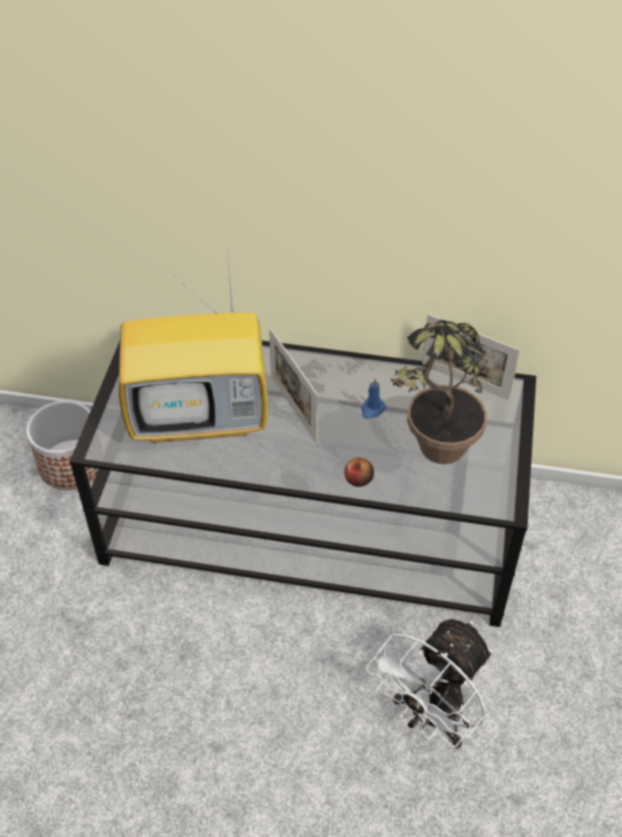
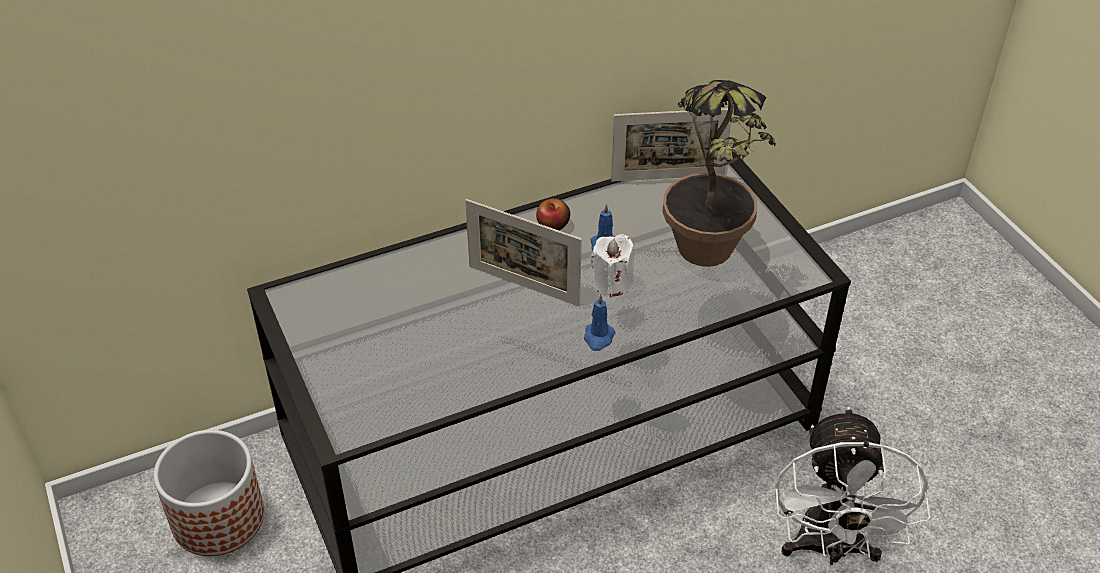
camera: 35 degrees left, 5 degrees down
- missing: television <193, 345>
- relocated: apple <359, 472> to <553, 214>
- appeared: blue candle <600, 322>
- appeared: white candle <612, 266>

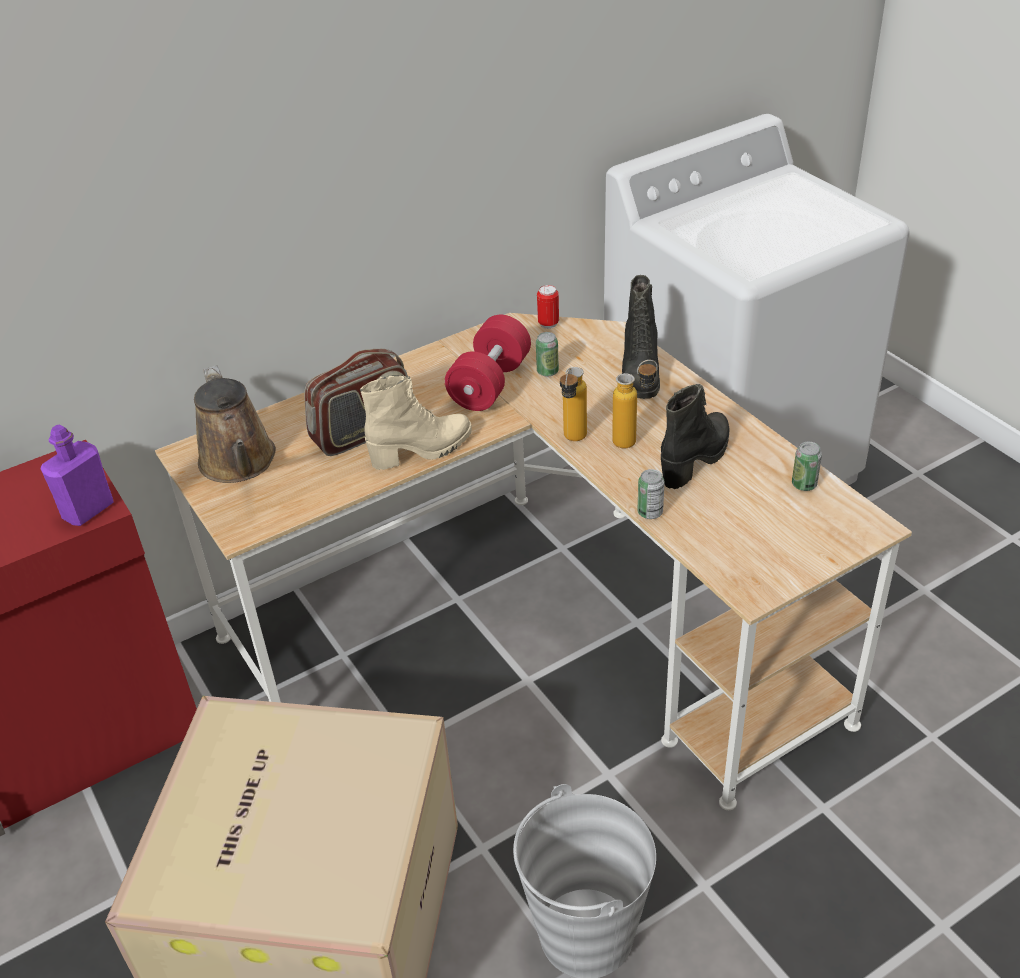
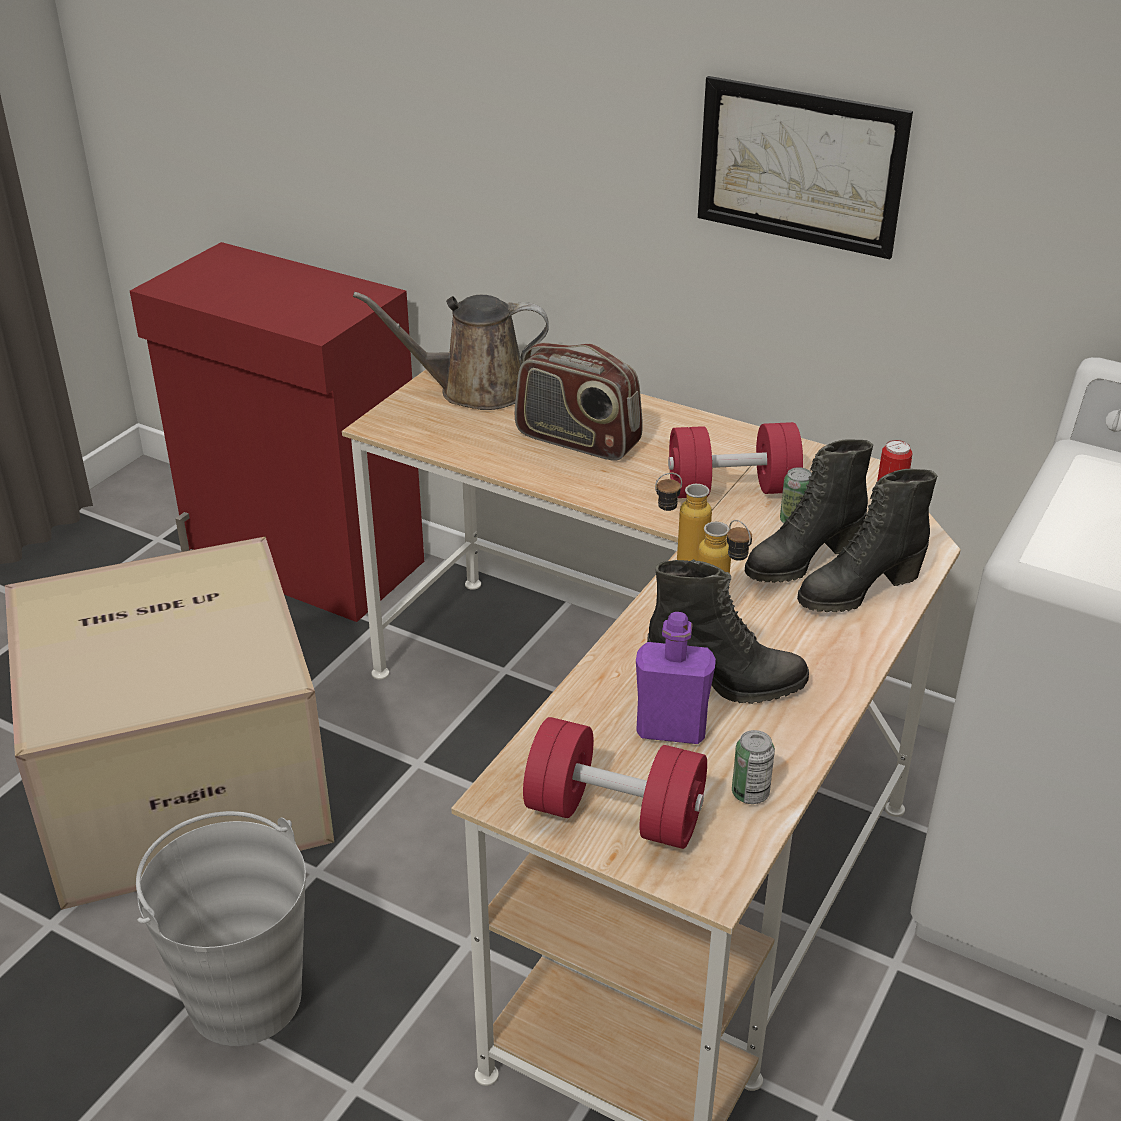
camera: 60 degrees right, 5 degrees down
- relocated: purple bottle <77, 475> to <676, 678>
- spun: brown watering can <235, 424> = <451, 351> 45 degrees clockwise
- missing: beige boot <416, 422>
- missing: can <651, 494>
- appeared: red dumbbell <615, 783>
- appeared: picture <805, 167>
- appeared: black boot <809, 511>

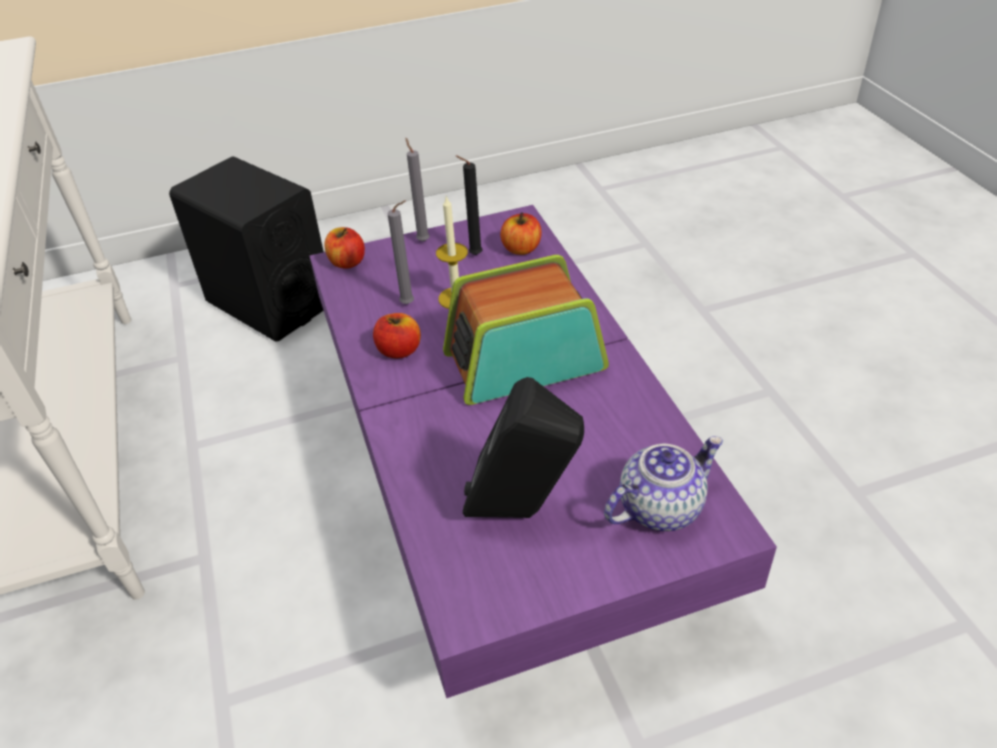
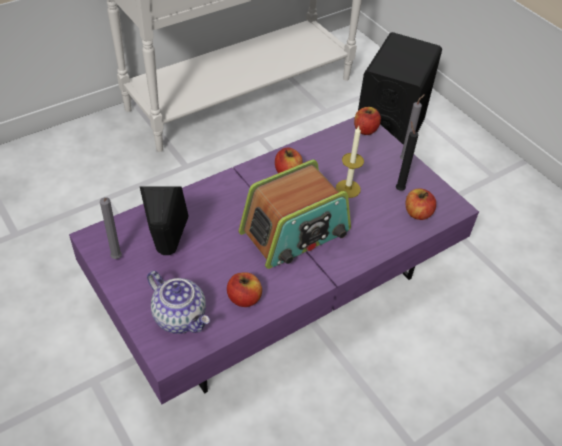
camera: 70 degrees right, 5 degrees up
- relocated: grey candle <400, 252> to <111, 228>
- spun: radio <526, 330> = <295, 214> 90 degrees clockwise
- appeared: apple <244, 290>

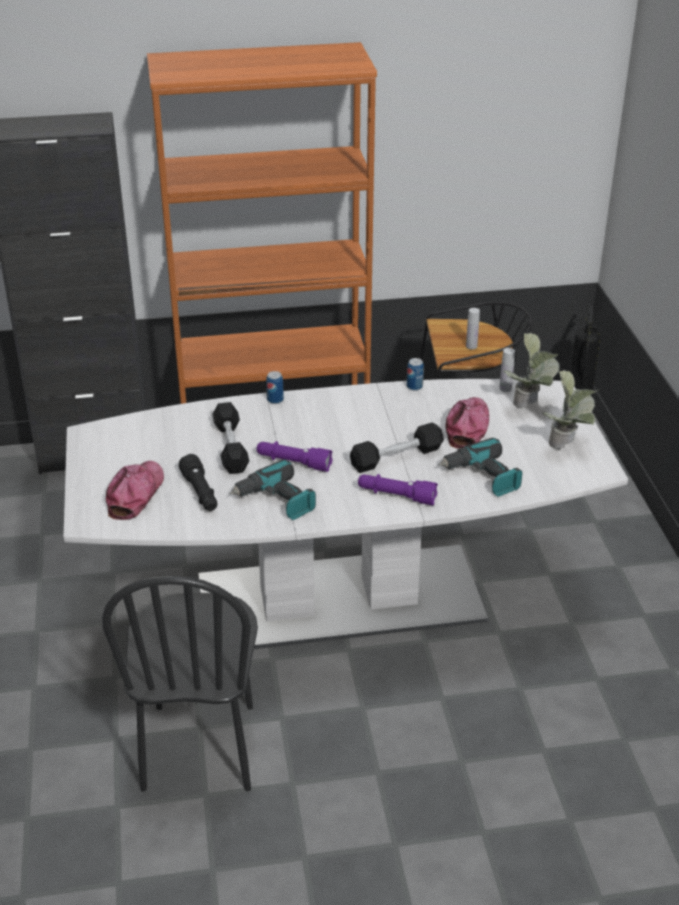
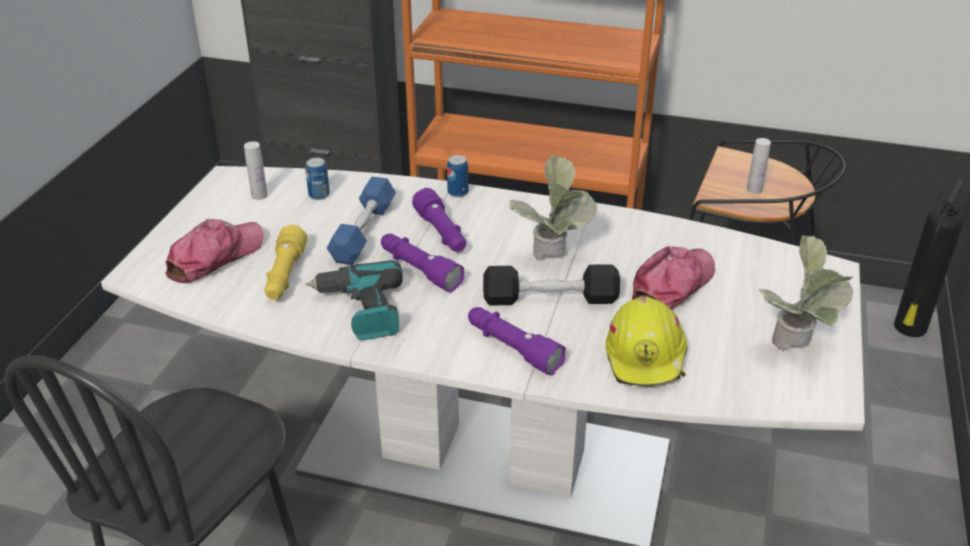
camera: 25 degrees right, 0 degrees up
- colour: black flashlight <198, 482> to yellow flashlight <285, 262>
- colour: black dumbbell <230, 438> to blue dumbbell <361, 221>
- relocated: can <415, 374> to <318, 179>
- exchanged: power drill <480, 467> to yellow hard hat <646, 341>
- relocated: white bottle <507, 370> to <256, 170>
- relocated: potted plant <531, 371> to <553, 207>
- appeared: purple flashlight <439, 220>

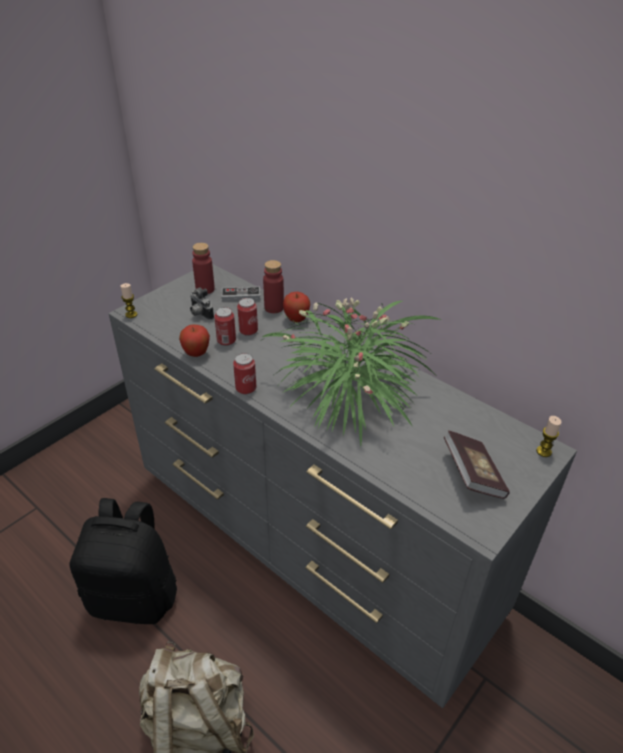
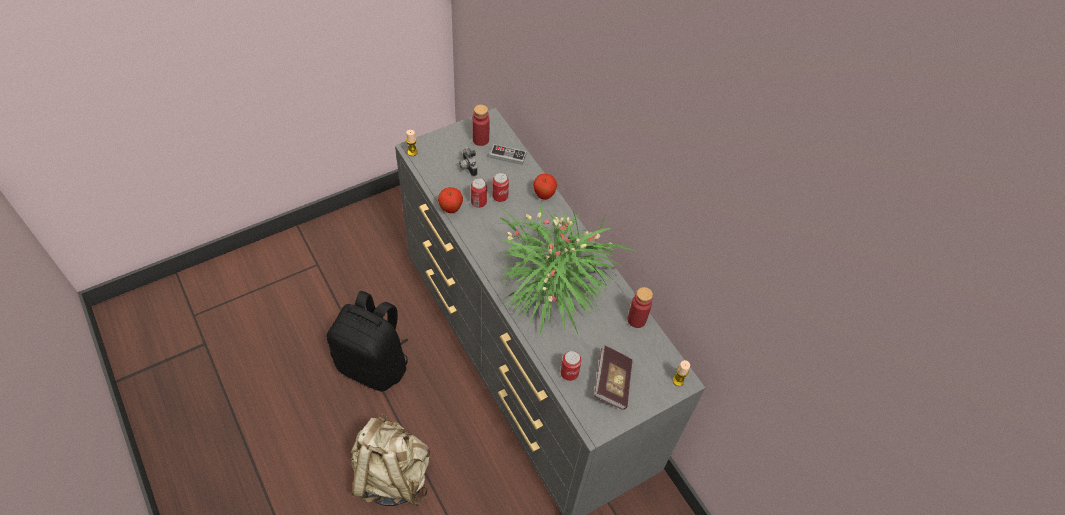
camera: 15 degrees right, 15 degrees up
- relocated: can <244, 373> to <571, 366>
- relocated: red bottle <273, 286> to <640, 307>

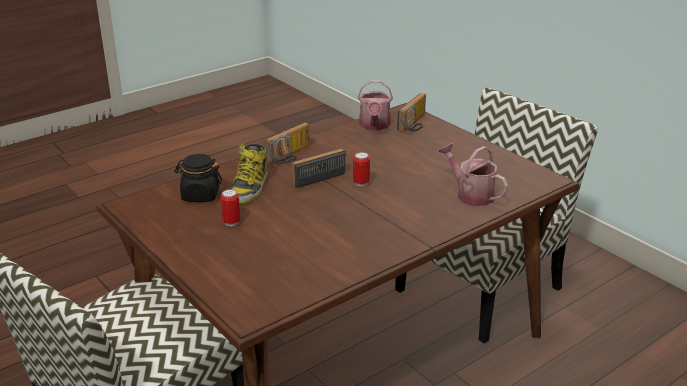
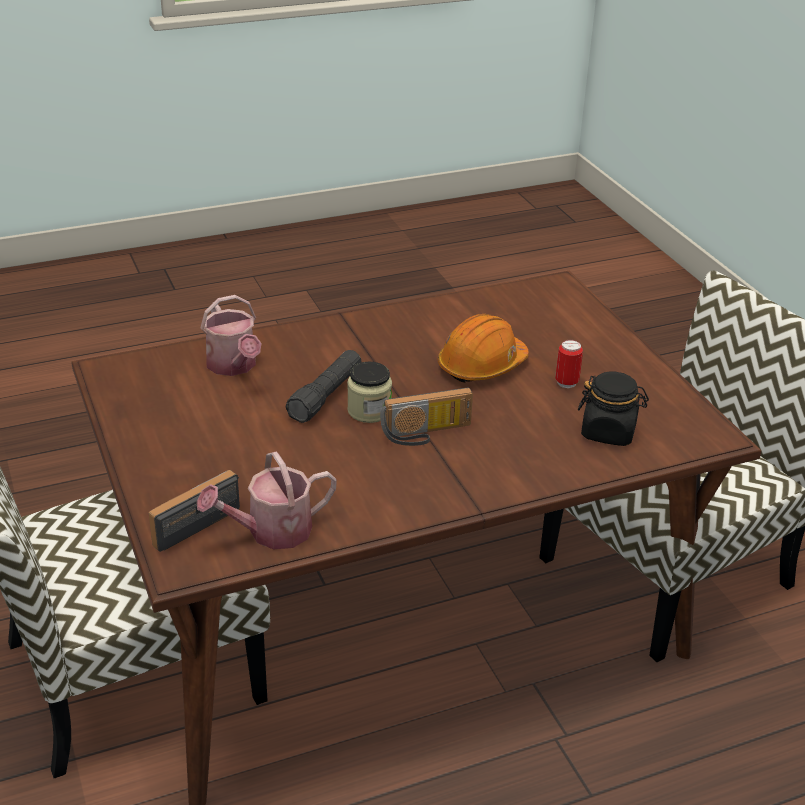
camera: 165 degrees left, 5 degrees up
- missing: boot <249, 174>
- missing: radio <288, 143>
- exchanged: can <361, 169> to jar <369, 392>
- spun: watering can <375, 105> = <267, 500> 135 degrees counterclockwise
- appeared: black flashlight <324, 386>
- appeared: orange hard hat <483, 348>

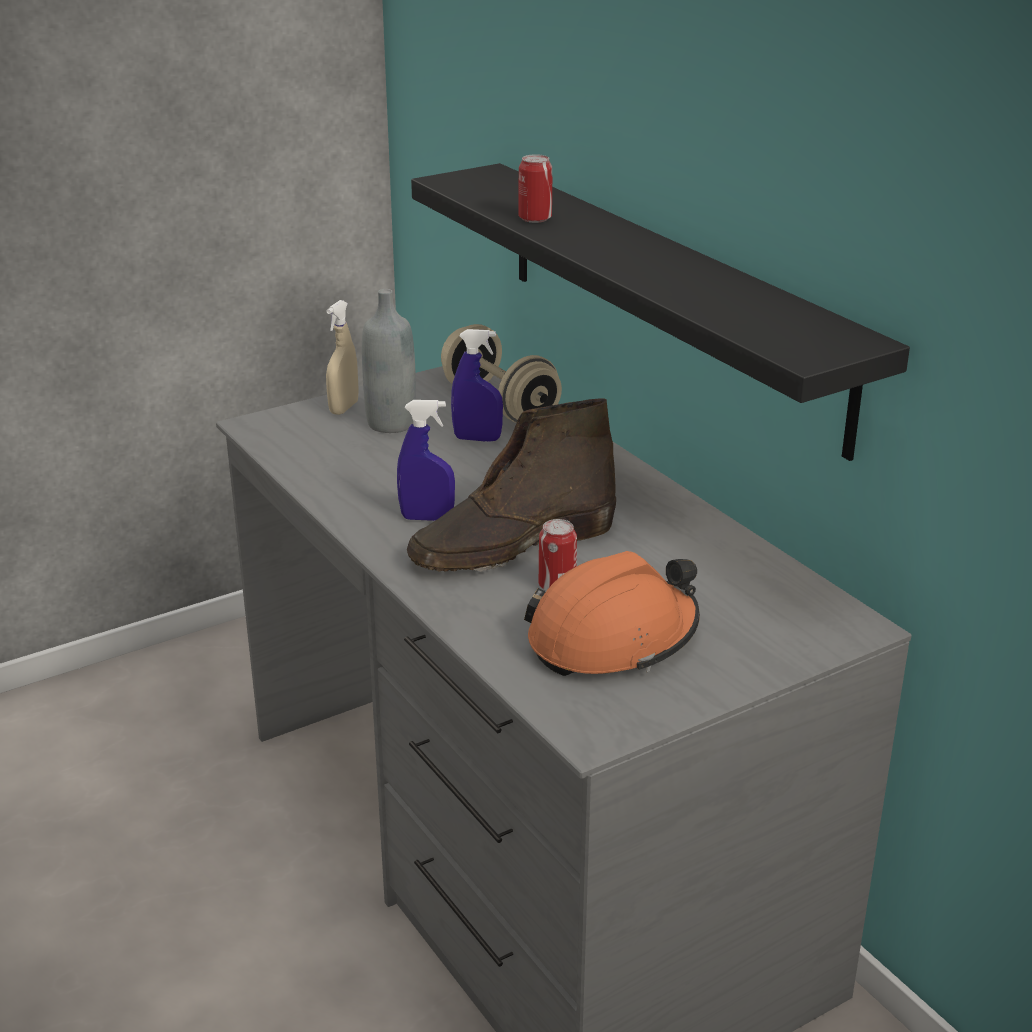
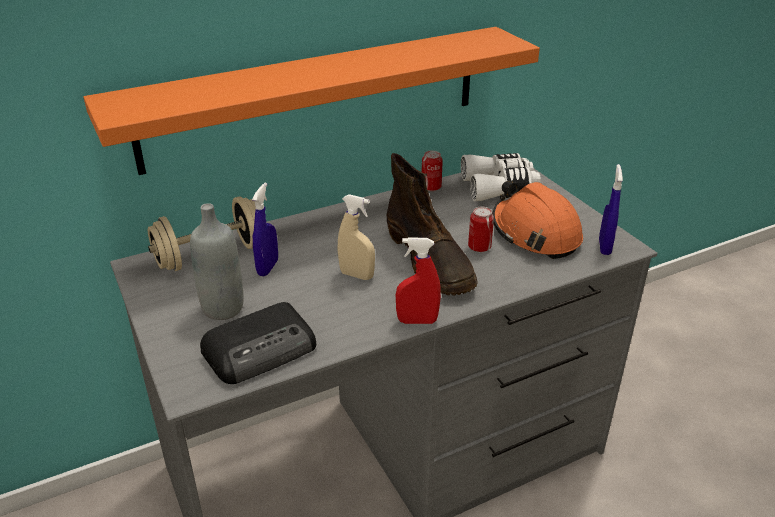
camera: 85 degrees left, 5 degrees up
- relocated: beige spray bottle <342, 357> to <356, 237>
- relocated: blue spray bottle <426, 460> to <611, 209>
- colour: black shelf <660, 312> to orange shelf <311, 101>
- relocated: can <535, 188> to <432, 171>
- appeared: radio <258, 343>
- appeared: red spray bottle <418, 280>
- appeared: white binoculars <501, 177>

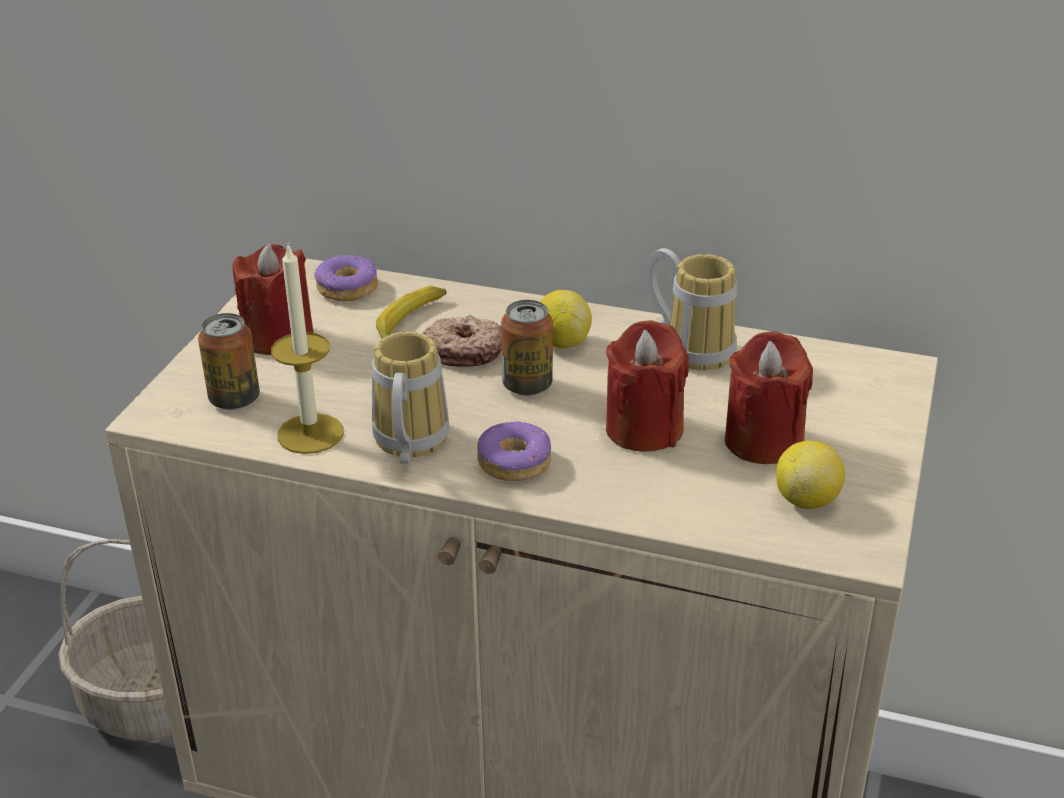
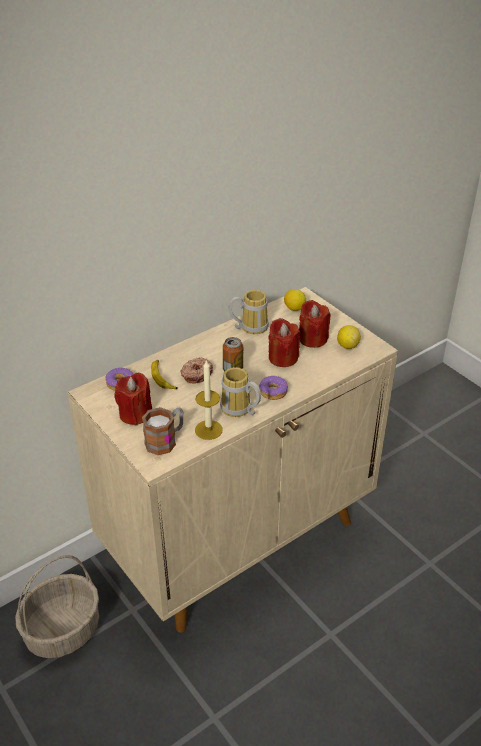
camera: 55 degrees left, 5 degrees up
- exchanged: can <229, 361> to mug <162, 431>
- relocated: lemon <566, 319> to <295, 300>

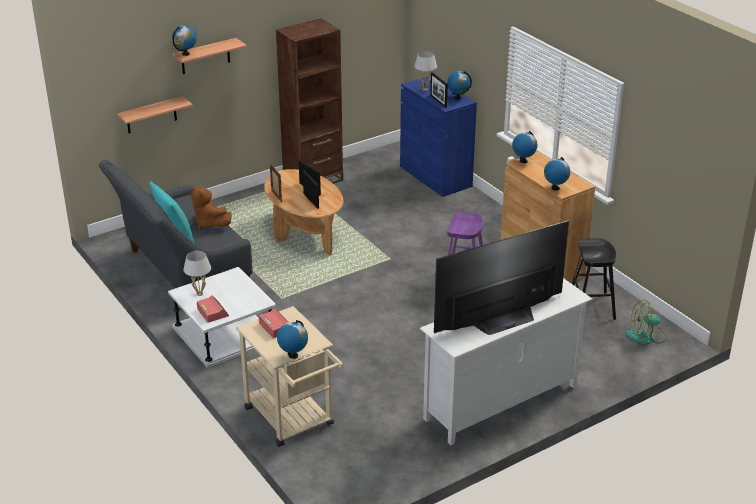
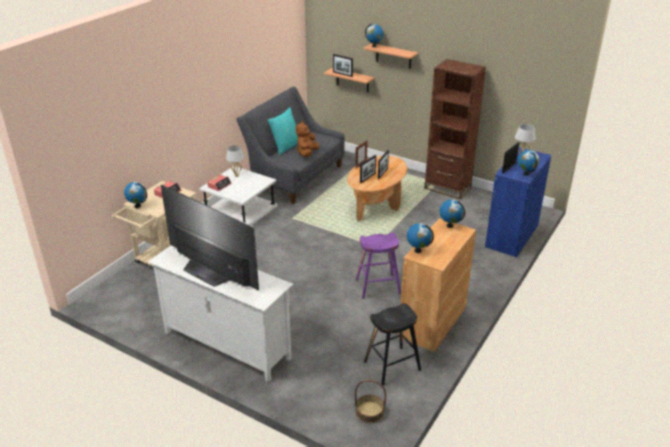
camera: 65 degrees right, 0 degrees up
- exchanged: fan <647, 322> to basket <370, 401>
- appeared: picture frame <343, 65>

